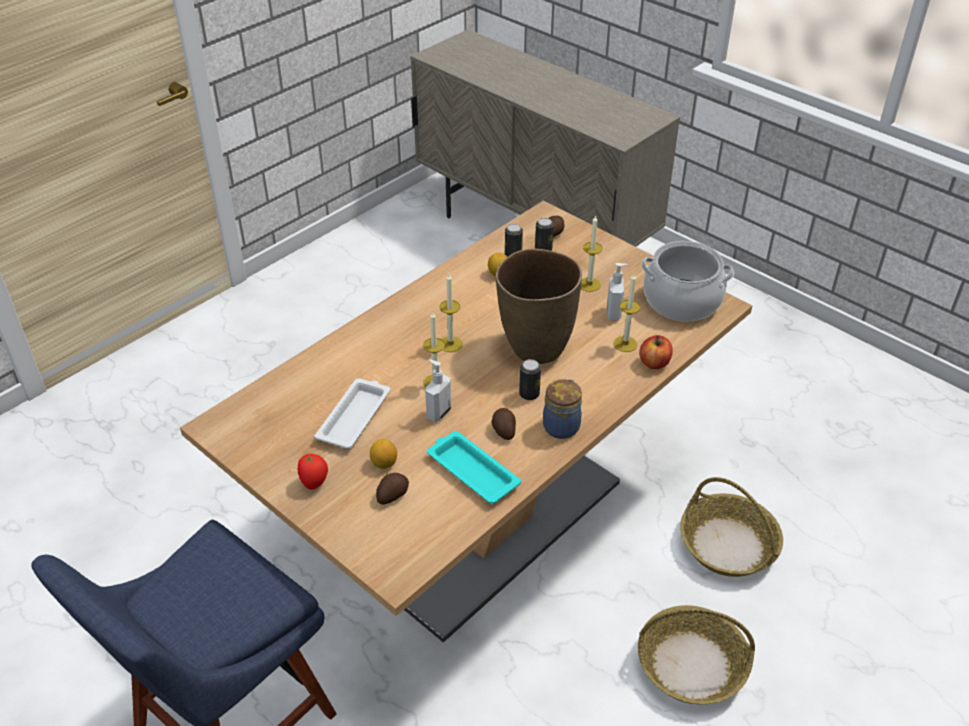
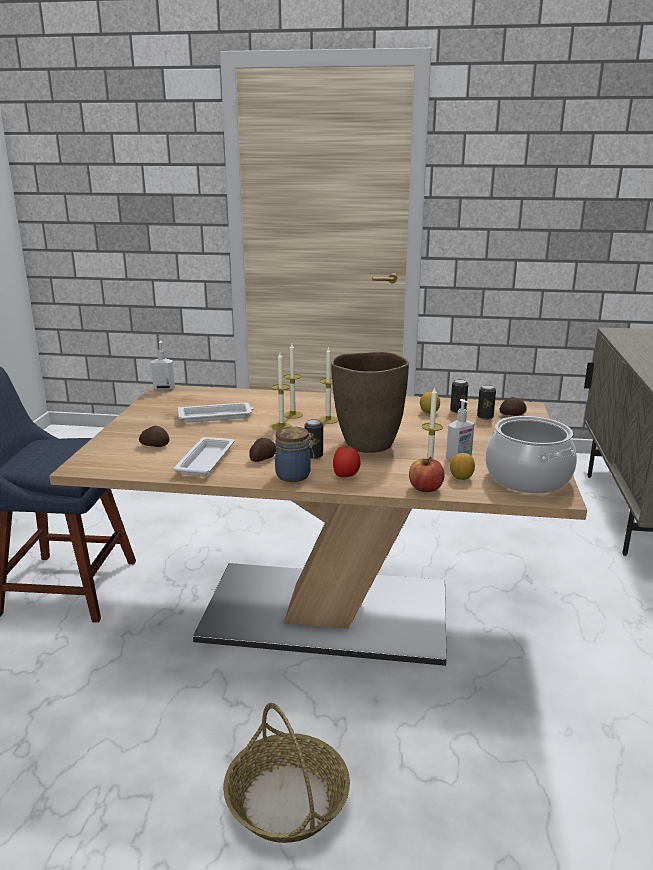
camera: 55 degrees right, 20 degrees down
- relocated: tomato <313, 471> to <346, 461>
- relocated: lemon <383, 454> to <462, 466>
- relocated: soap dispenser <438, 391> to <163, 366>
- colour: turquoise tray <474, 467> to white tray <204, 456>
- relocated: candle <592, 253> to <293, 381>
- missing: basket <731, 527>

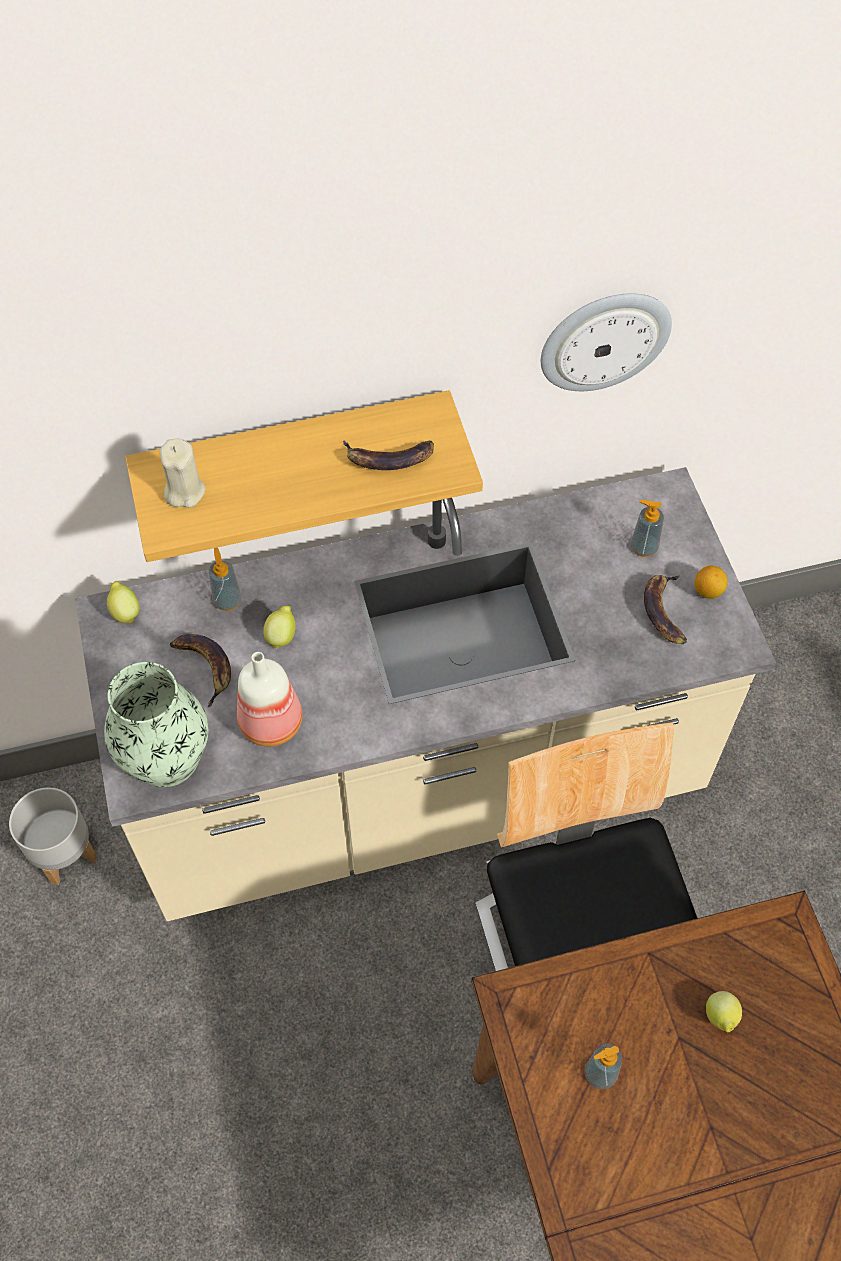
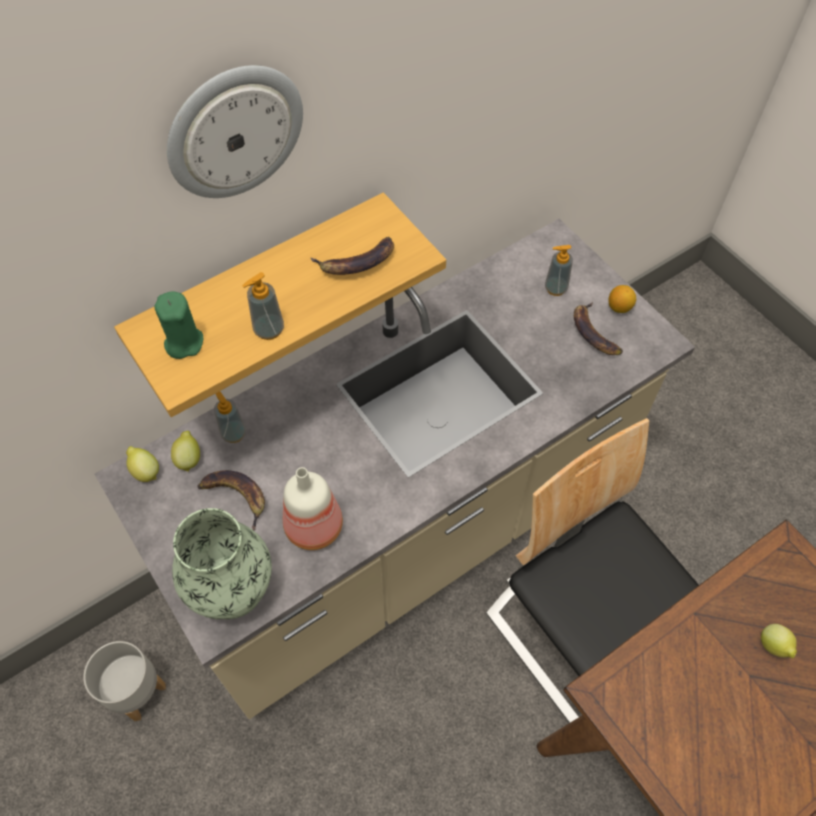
camera: 20 degrees left, 0 degrees up
- colour: beige candle <182, 473> to green candle <179, 325>
- relocated: lemon <279, 627> to <185, 451>
- relocated: wall clock <606, 342> to <235, 131>
- relocated: soap dispenser <603, 1066> to <263, 306>

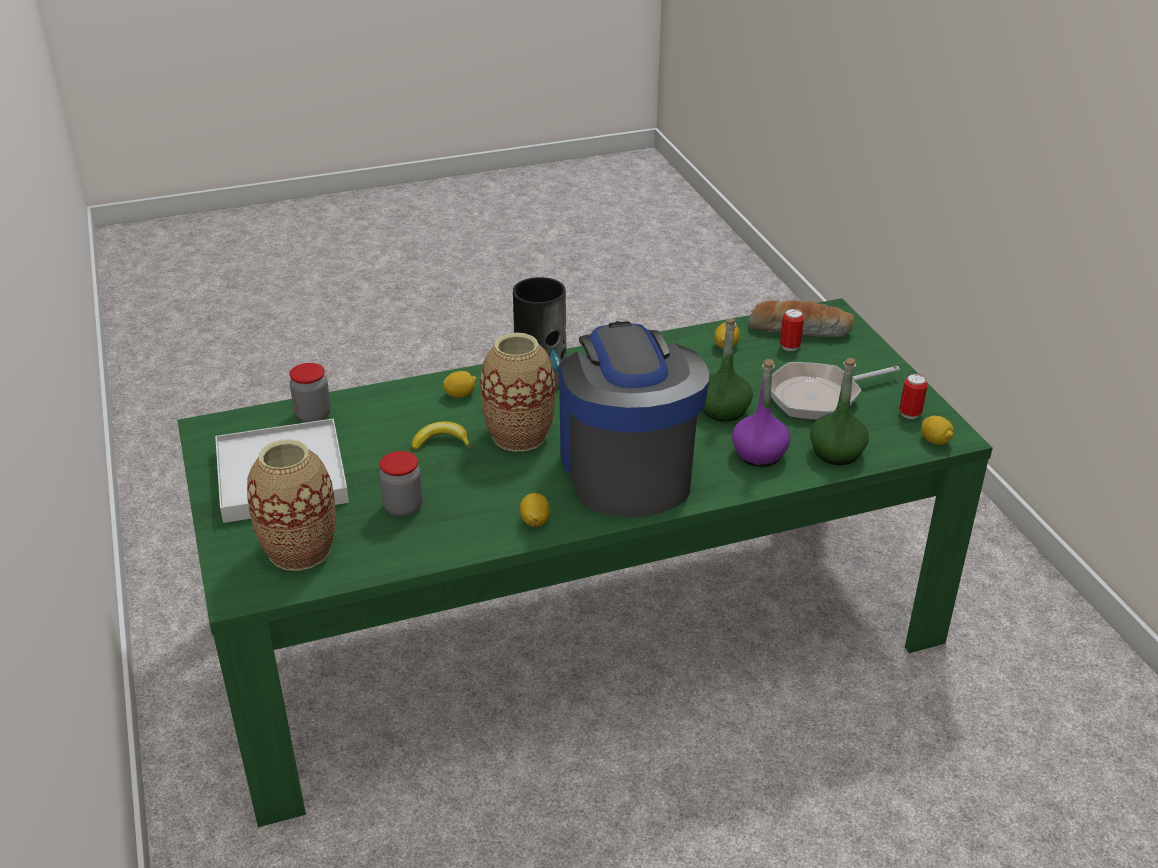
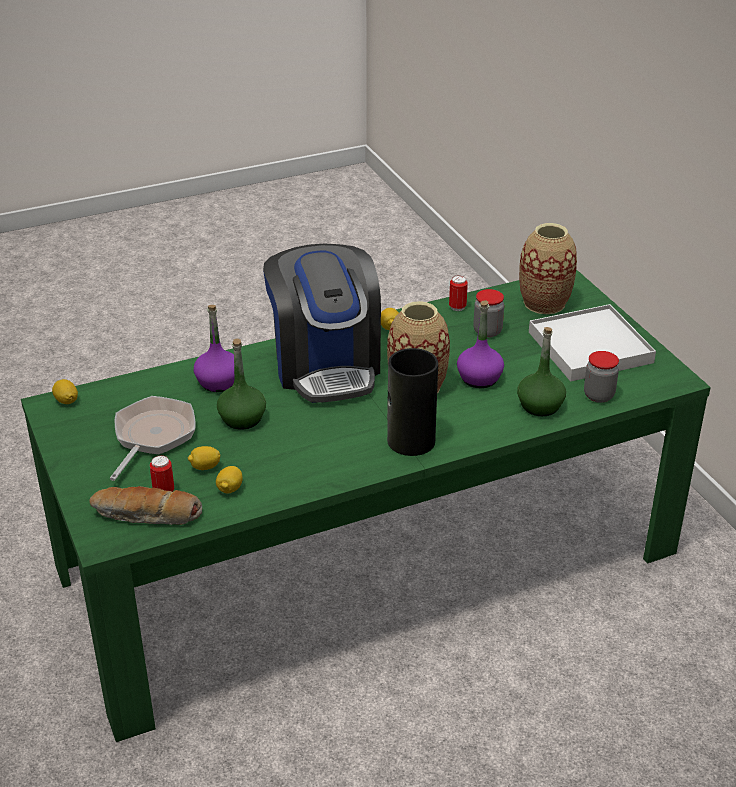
camera: 175 degrees right, 0 degrees up
- exchanged: banana <441, 436> to purple bottle <480, 344>
- relocated: lemon <460, 384> to <204, 458>
- spun: frying pan <835, 391> = <153, 438> 45 degrees counterclockwise
- relocated: green bottle <839, 411> to <541, 371>
- relocated: can <914, 396> to <458, 293>

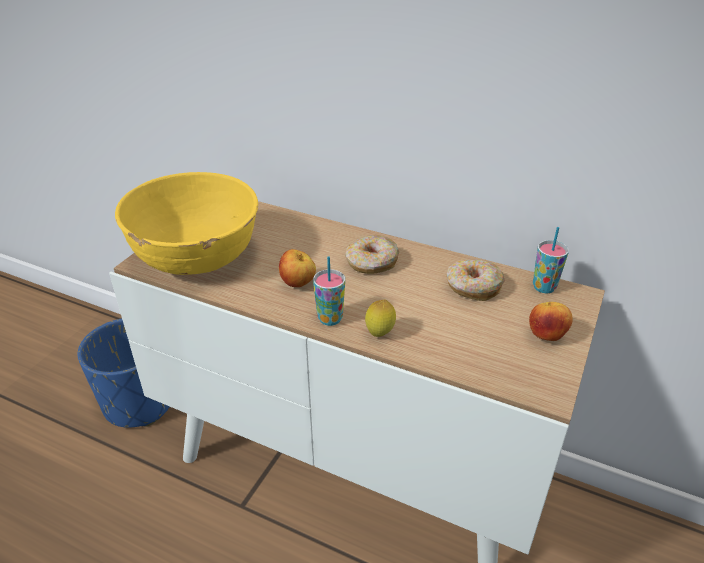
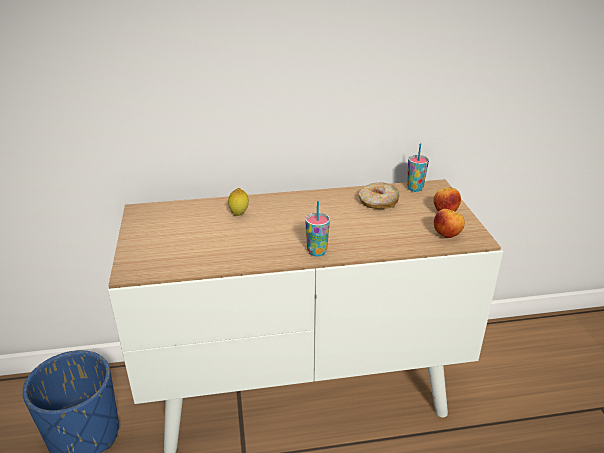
camera: 35 degrees left, 5 degrees down
- missing: yellow bowl <186, 223>
- relocated: apple <297, 268> to <449, 223>
- missing: donut <372, 254>
- relocated: lemon <380, 318> to <238, 202>

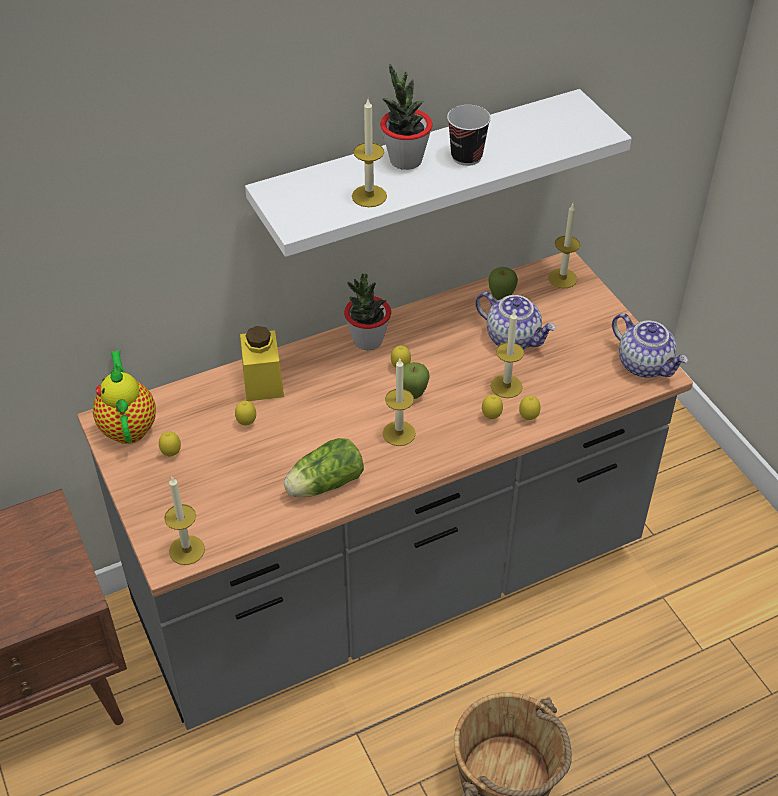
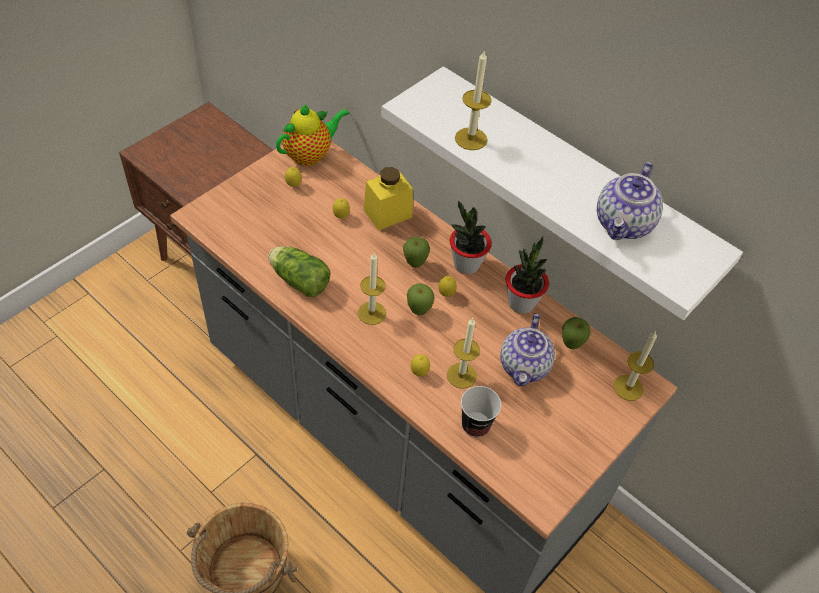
camera: 65 degrees right, 5 degrees up
- missing: candle <184, 521>
- relocated: potted plant <406, 117> to <527, 275>
- relocated: cup <469, 135> to <481, 411>
- missing: lemon <530, 408>
- relocated: teapot <650, 345> to <630, 201>
- appeared: apple <416, 252>

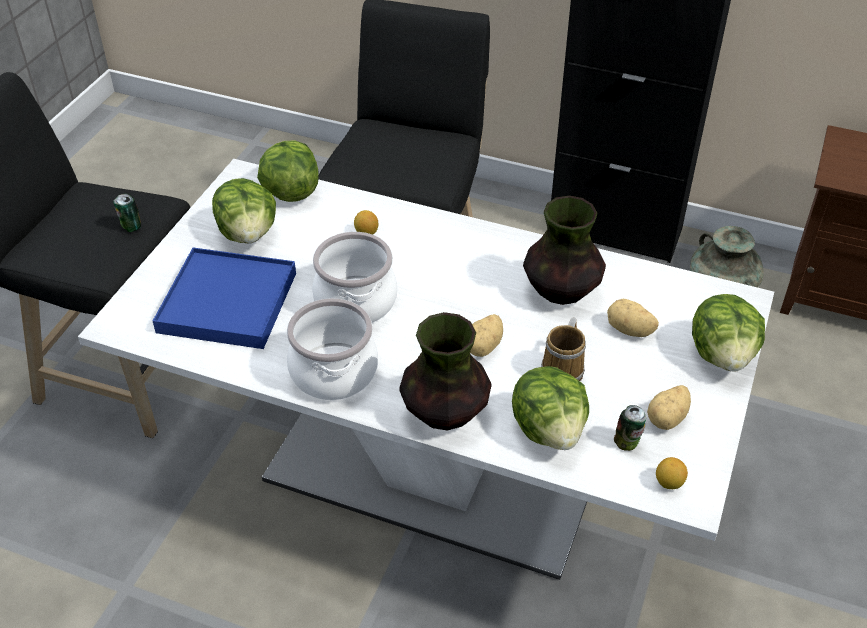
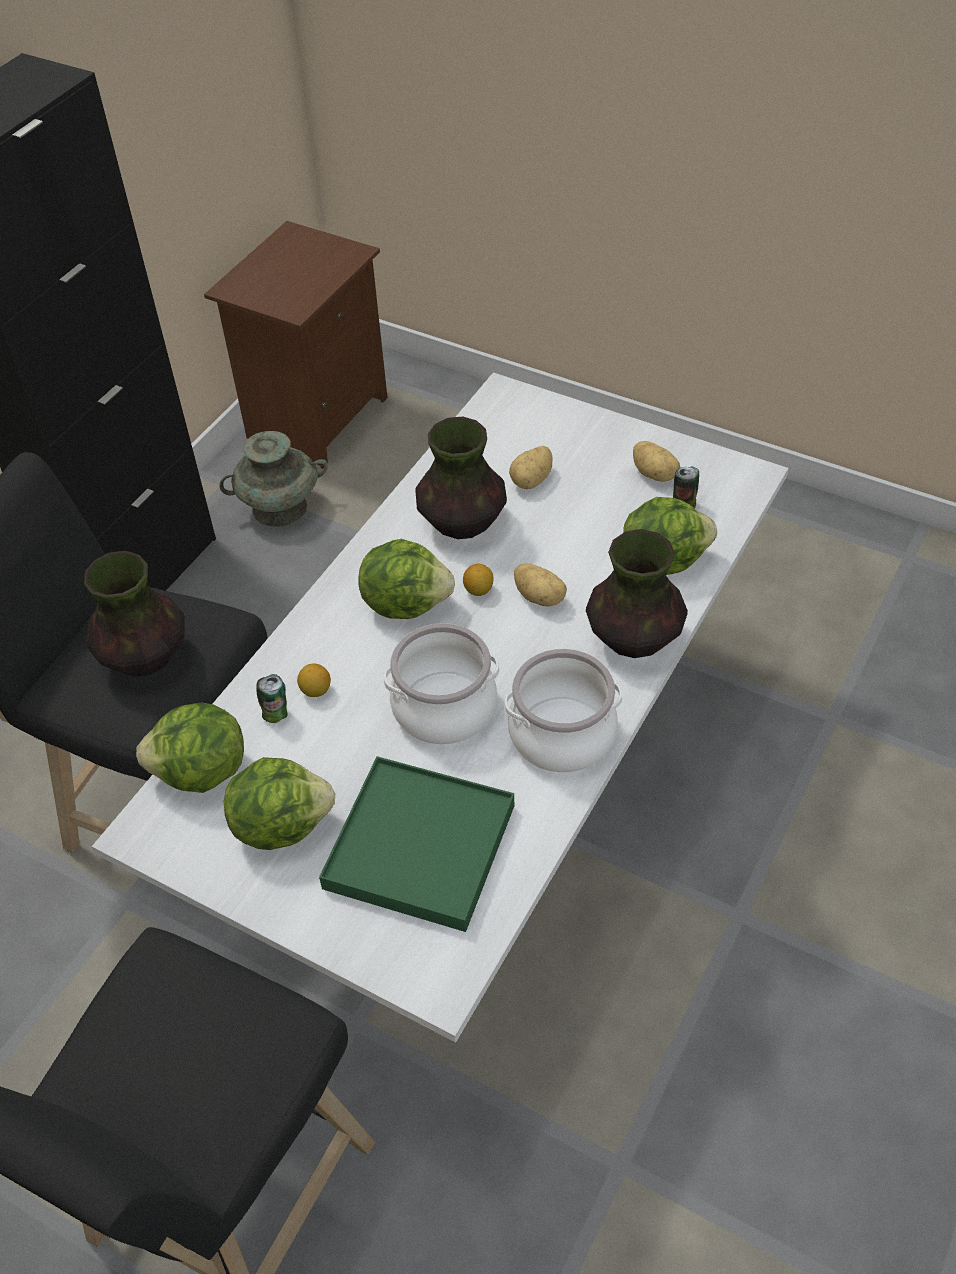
camera: 80 degrees left, 5 degrees up
- relocated: can <127, 212> to <272, 698>
- colour: blue tray <224, 298> to green tray <416, 844>
- missing: mug <563, 349>
- relocated: lemon <672, 473> to <478, 580>
- relocated: lettuce <728, 333> to <406, 579>
- appeared: vase <134, 614>

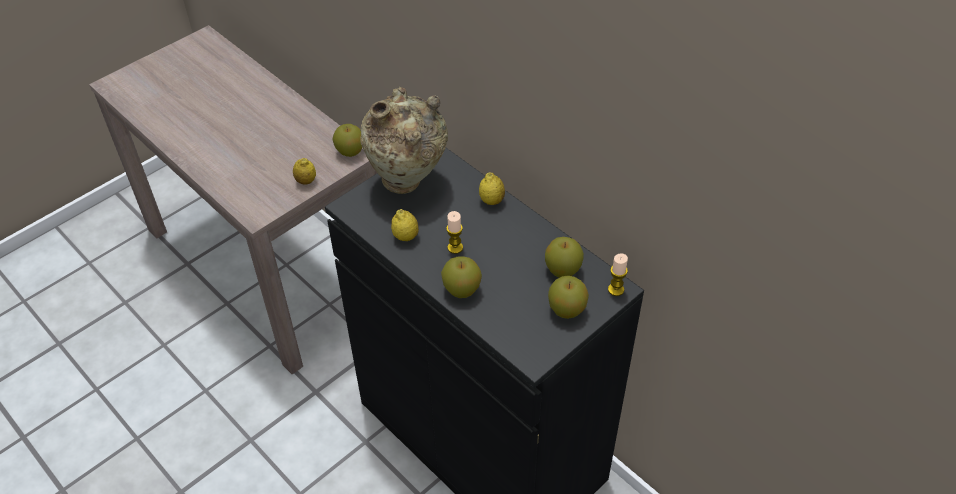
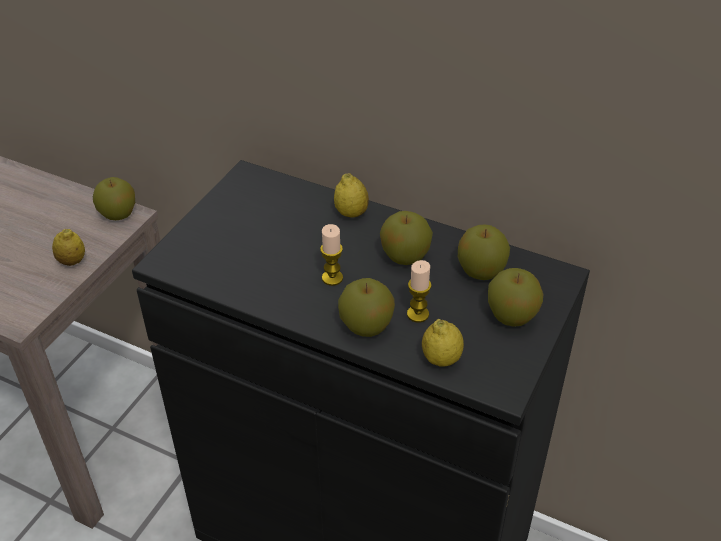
camera: 20 degrees left, 5 degrees down
- missing: beige vase <404, 140>
- relocated: lemon <405, 225> to <443, 343>
- relocated: candle <618, 274> to <419, 291>
- appeared: apple <406, 238>

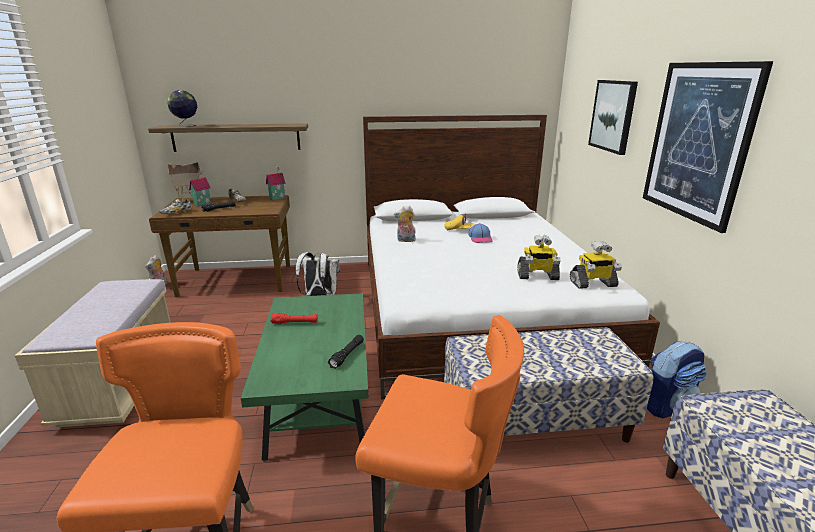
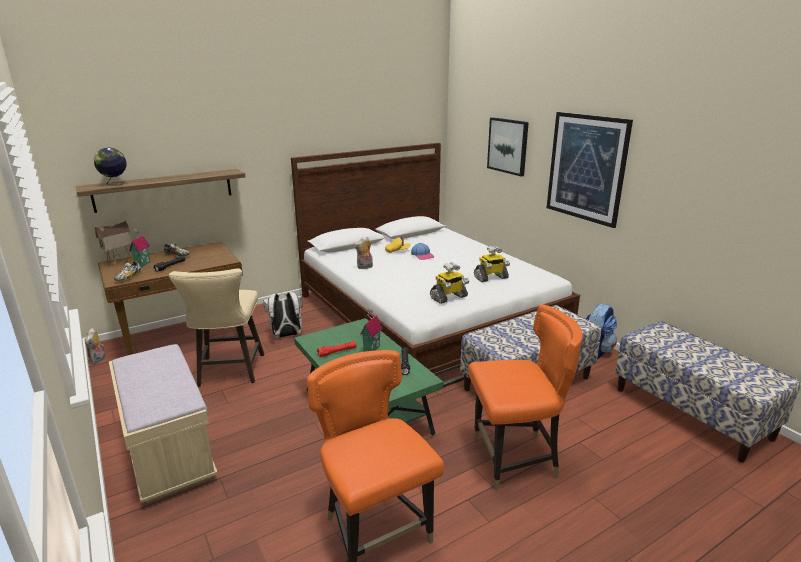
camera: 25 degrees left, 0 degrees up
- relocated: toy house <276, 183> to <371, 329>
- relocated: toy robot <596, 265> to <449, 283>
- appeared: beige stool <216, 327>

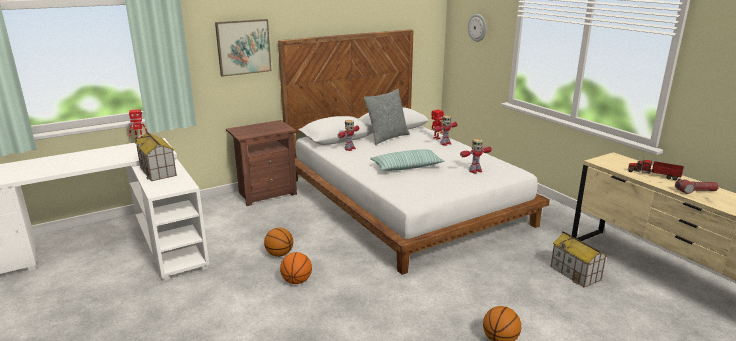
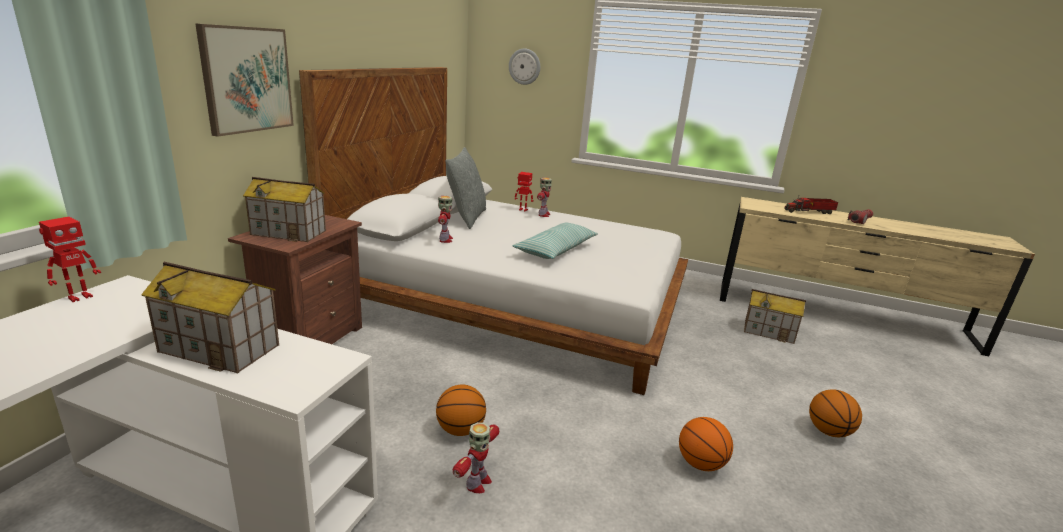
camera: 40 degrees left, 0 degrees up
- relocated: basketball <296, 268> to <706, 444>
- relocated: toy robot <476, 156> to <476, 457>
- appeared: toy house <284, 209>

